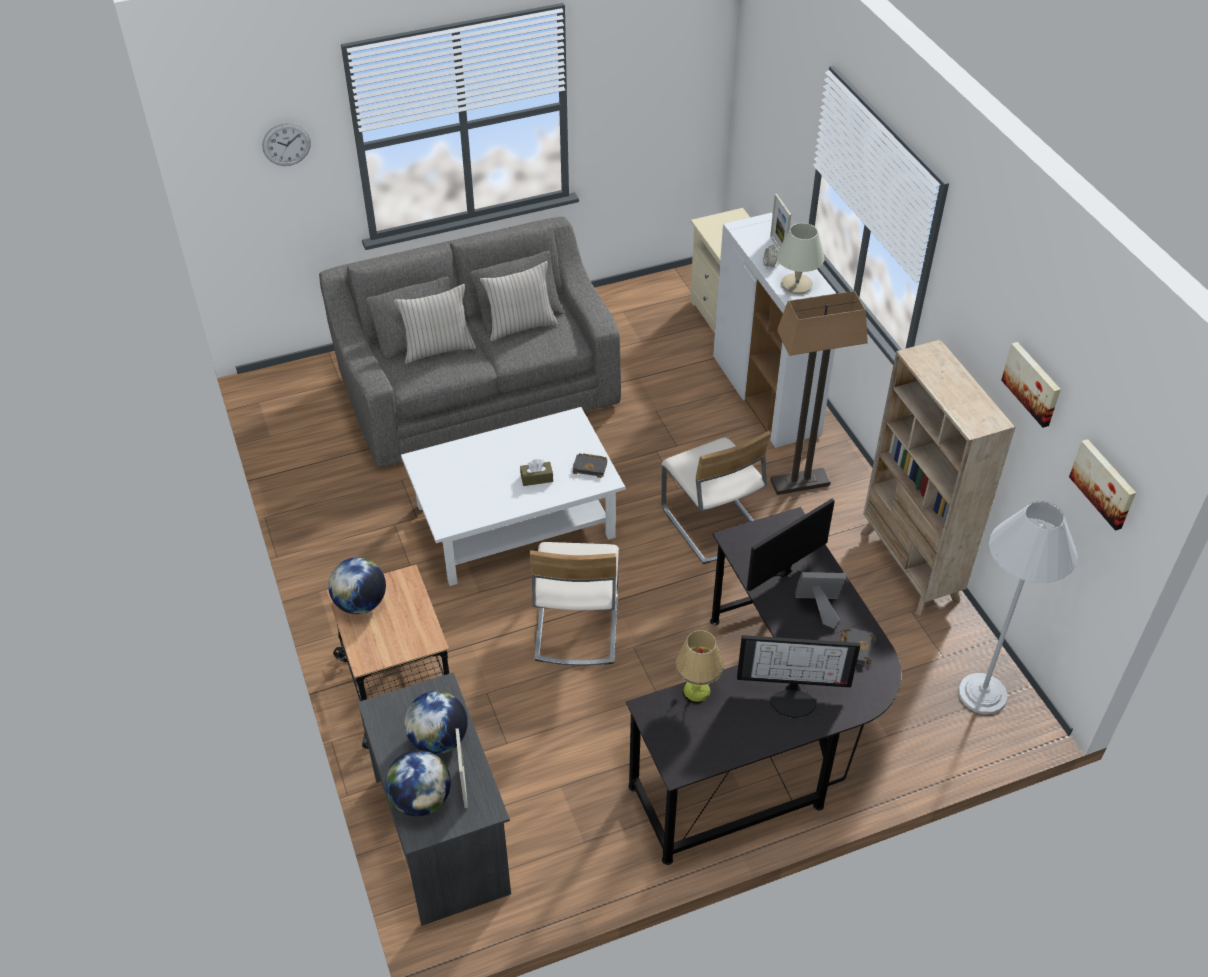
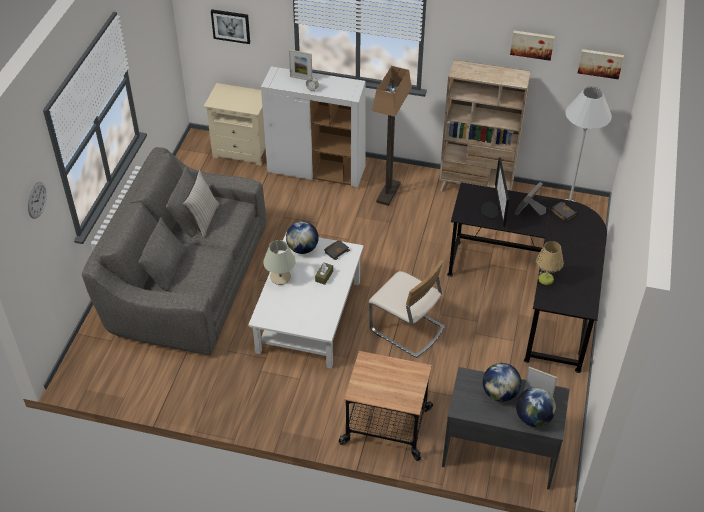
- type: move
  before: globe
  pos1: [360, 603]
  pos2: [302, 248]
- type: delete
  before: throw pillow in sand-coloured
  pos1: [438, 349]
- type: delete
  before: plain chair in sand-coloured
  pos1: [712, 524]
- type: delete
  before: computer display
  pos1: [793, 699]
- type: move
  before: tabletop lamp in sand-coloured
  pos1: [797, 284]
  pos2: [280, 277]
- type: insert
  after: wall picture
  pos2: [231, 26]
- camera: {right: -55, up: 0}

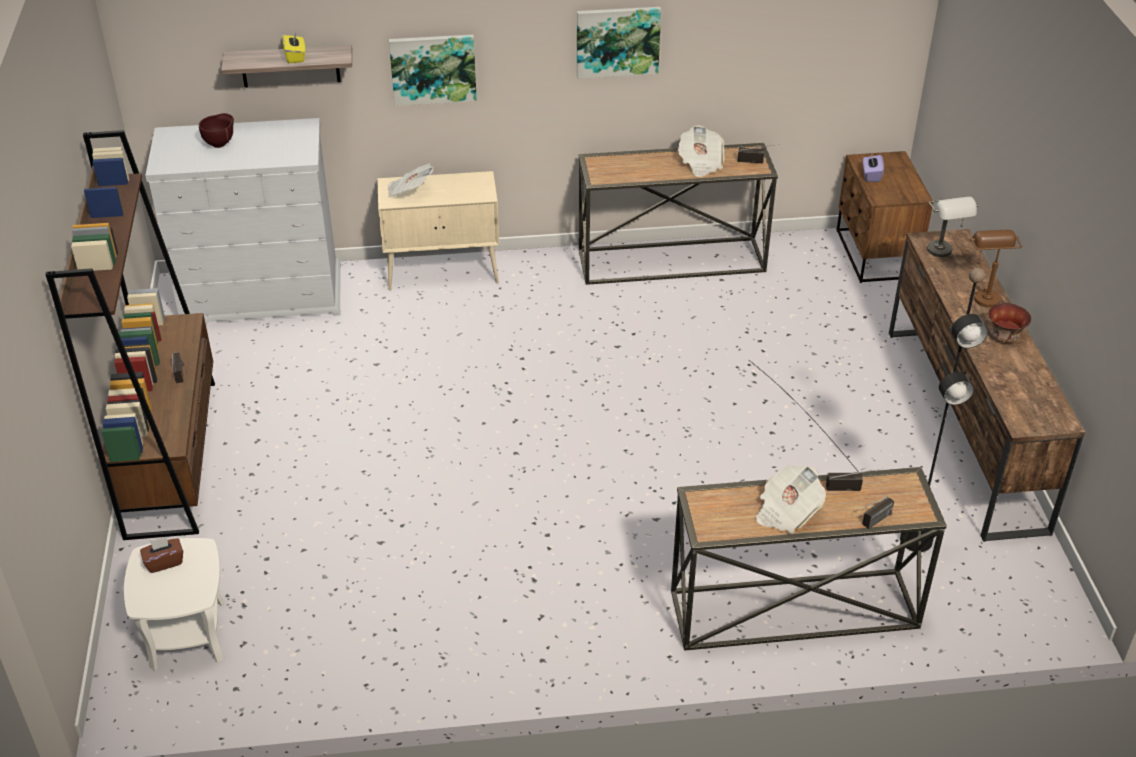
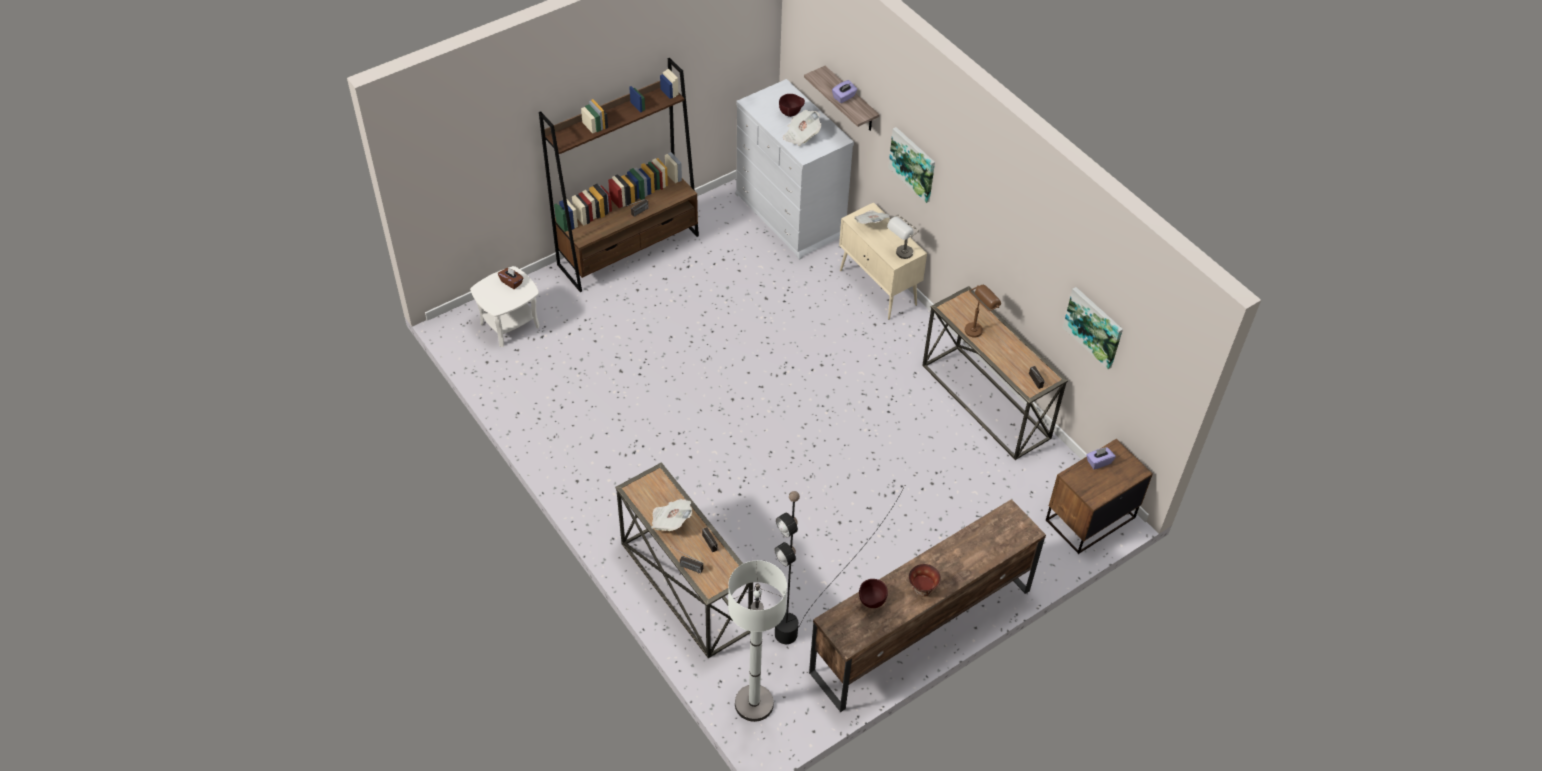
- type: recolor
  before: box of tissues in yellow-coloured
  after: box of tissues in purple-coloured
  pos1: [295, 57]
  pos2: [844, 97]
- type: move
  before: wall picture
  pos1: [617, 41]
  pos2: [1094, 327]
- type: move
  before: printed paper
  pos1: [700, 163]
  pos2: [801, 135]
- type: move
  before: tabletop lamp in gray
  pos1: [943, 254]
  pos2: [900, 256]
- type: move
  before: tabletop lamp in brownish
  pos1: [983, 294]
  pos2: [978, 327]
- type: insert
  after: standard lamp in whitish
  pos2: [754, 703]
- type: insert
  after: serving bowl in brownish
  pos2: [871, 603]
- camera: {right: 60, up: 10}

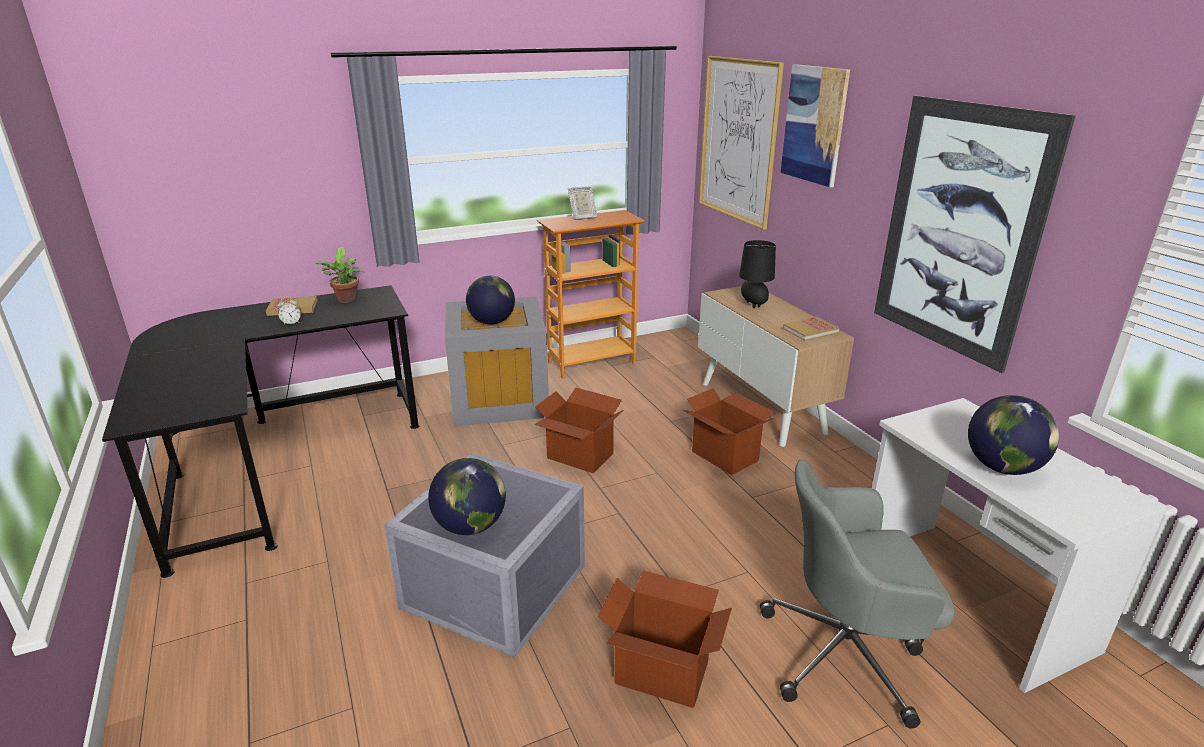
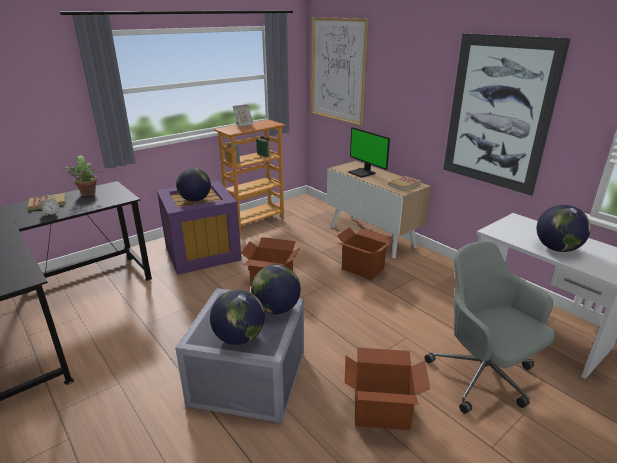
- type: recolor
  before: storage bin in gray
  after: storage bin in purple-coloured
  pos1: [498, 398]
  pos2: [201, 252]
- type: replace
  before: tabletop lamp in blackish
  after: computer display
  pos1: [753, 305]
  pos2: [363, 173]
- type: rotate
  before: office chair in gray
  pos1: [846, 654]
  pos2: [483, 377]
  turn: 75
- type: delete
  before: wall picture
  pos1: [814, 125]
- type: insert
  after: globe
  pos2: [276, 309]
- camera: {right: -15, up: 0}

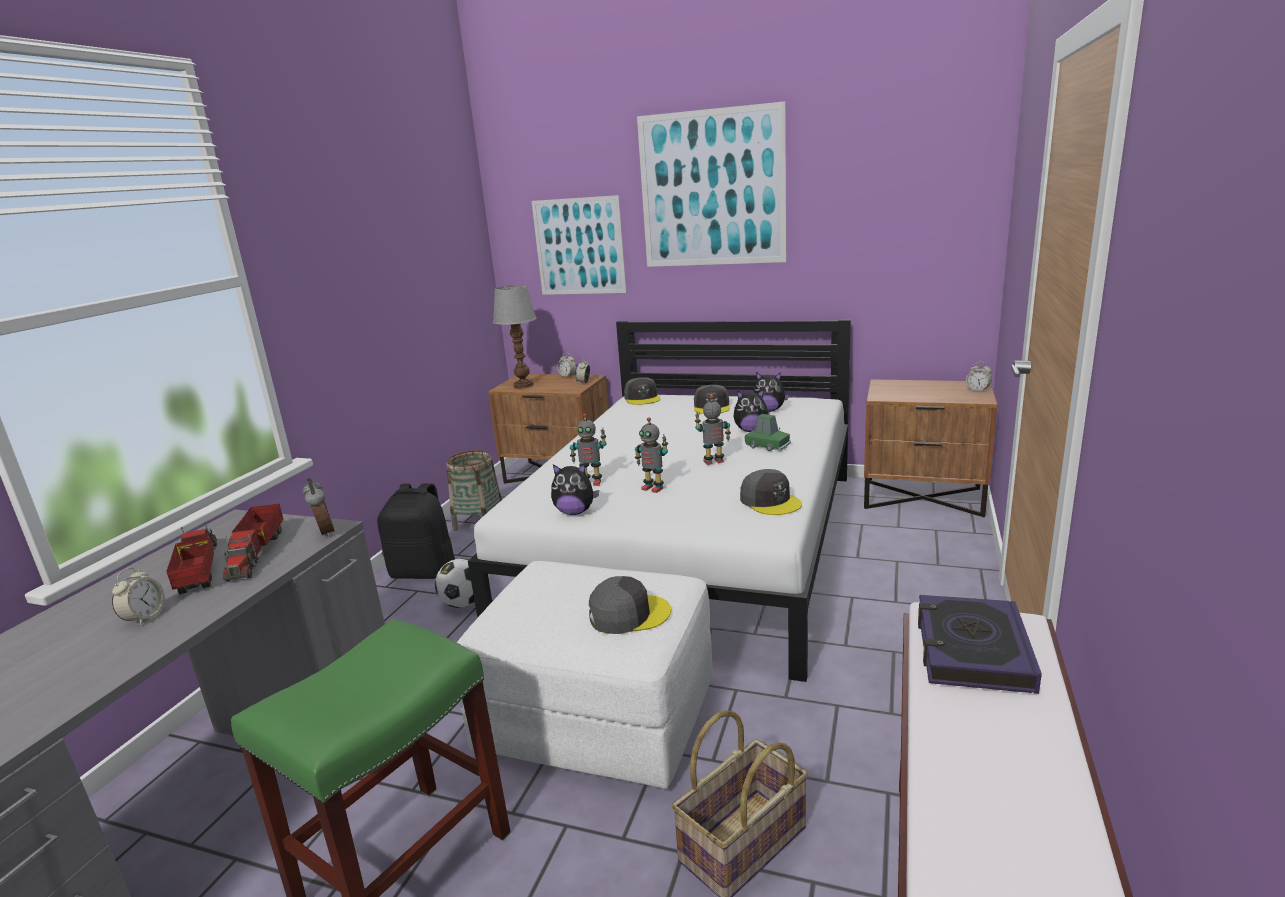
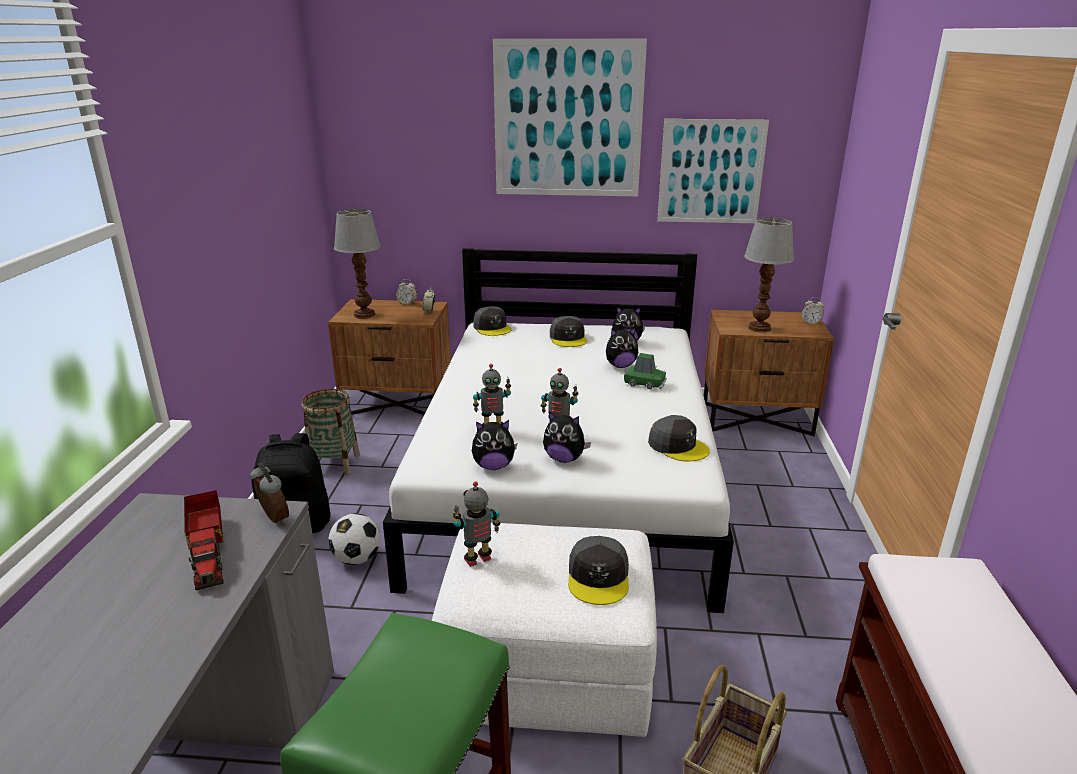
- type: delete
  before: bedside clock
  pos1: [145, 617]
- type: delete
  before: toy lorry
  pos1: [199, 570]
- type: move
  before: wall picture
  pos1: [579, 246]
  pos2: [711, 172]
- type: rotate
  before: baseball cap in gray
  pos1: [628, 614]
  pos2: [598, 577]
  turn: 120
- type: move
  before: robot figure
  pos1: [714, 462]
  pos2: [478, 560]
- type: delete
  before: volume
  pos1: [972, 650]
- type: insert
  after: plush toy
  pos2: [564, 459]
- type: insert
  after: tabletop lamp
  pos2: [758, 328]
- camera: {right: -15, up: 5}

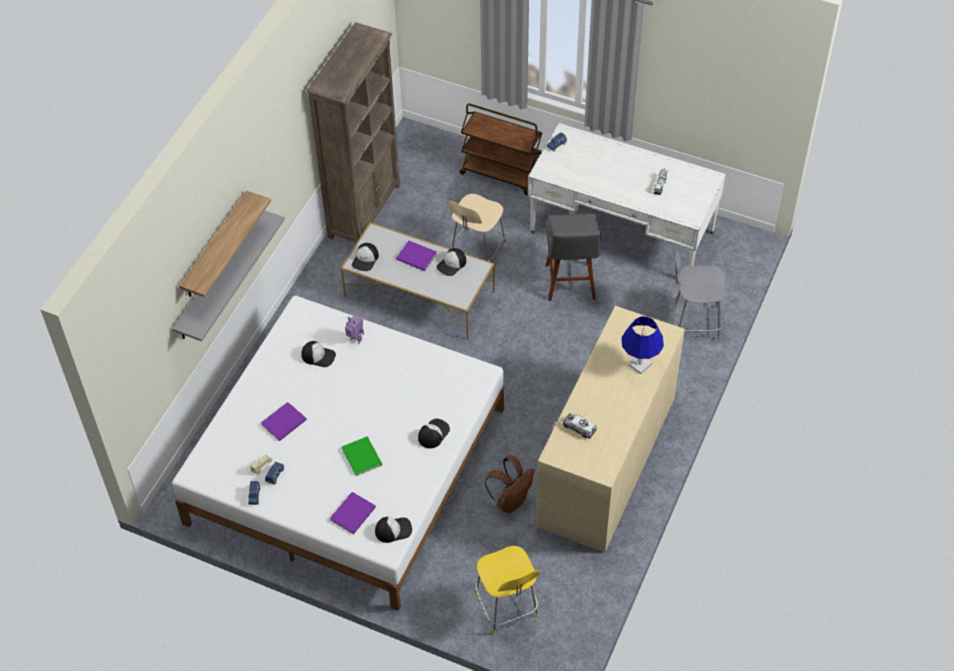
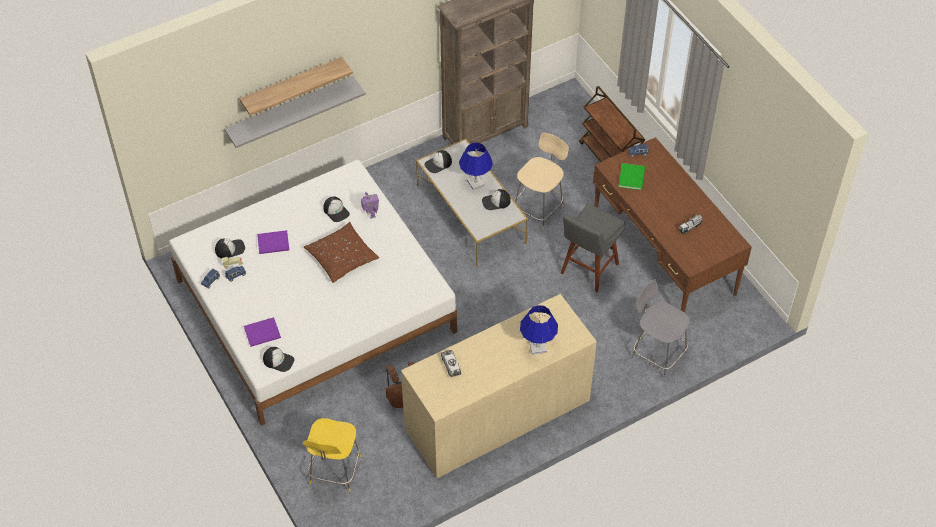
- type: move
  before: volume in greenish
  pos1: [362, 455]
  pos2: [632, 176]
- type: replace
  before: volume in purple-coloured
  after: tabletop lamp in blue
  pos1: [417, 258]
  pos2: [475, 183]
- type: move
  before: baseball cap
  pos1: [433, 433]
  pos2: [230, 249]
- type: rotate
  before: plain chair in sand-coloured
  pos1: [477, 253]
  pos2: [539, 208]
  turn: 150
- type: recolor
  before: desk table in whitish
  after: desk table in brownish
  pos1: [621, 232]
  pos2: [663, 254]
- type: insert
  after: throw pillow in brownish
  pos2: [342, 257]
- camera: {right: 35, up: 0}

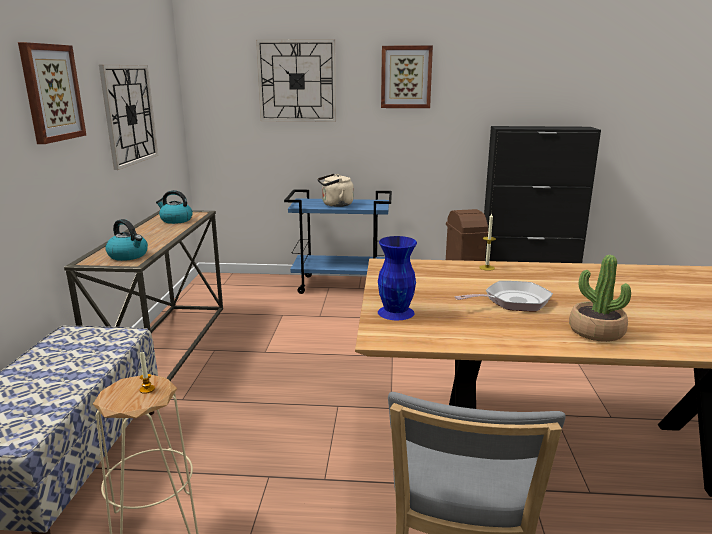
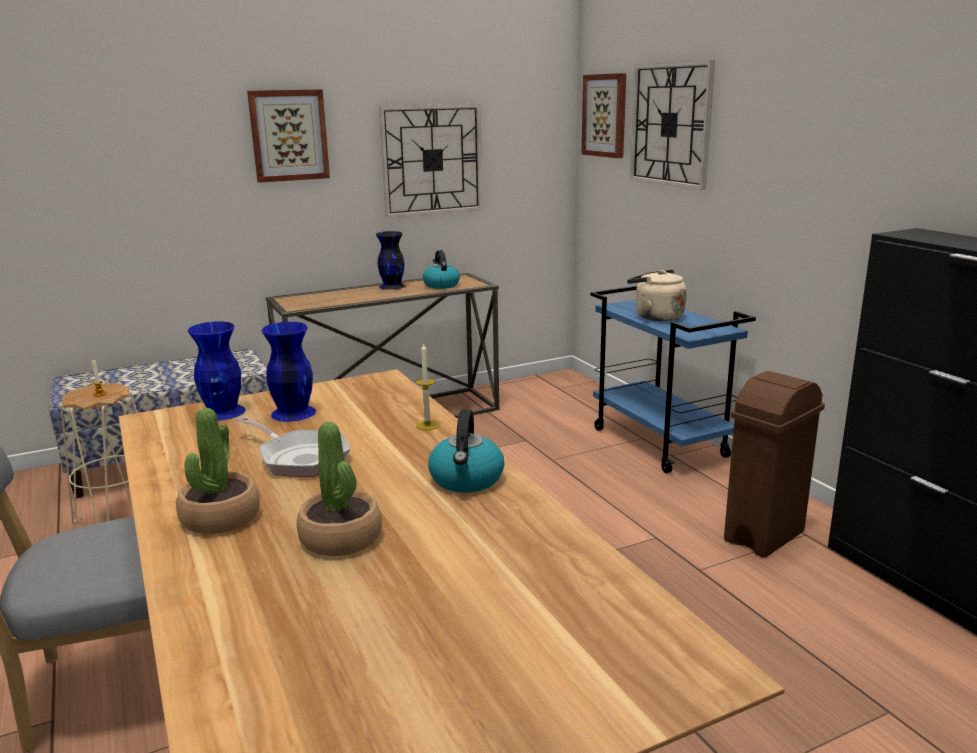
- type: move
  before: water kettle
  pos1: [129, 256]
  pos2: [467, 480]
- type: move
  before: wall picture
  pos1: [406, 77]
  pos2: [605, 115]
- type: insert
  after: vase in blue
  pos2: [292, 413]
- type: insert
  after: plant in a pot
  pos2: [341, 538]
- type: insert
  after: vase in blackish
  pos2: [392, 286]
- camera: {right: 60, up: 0}

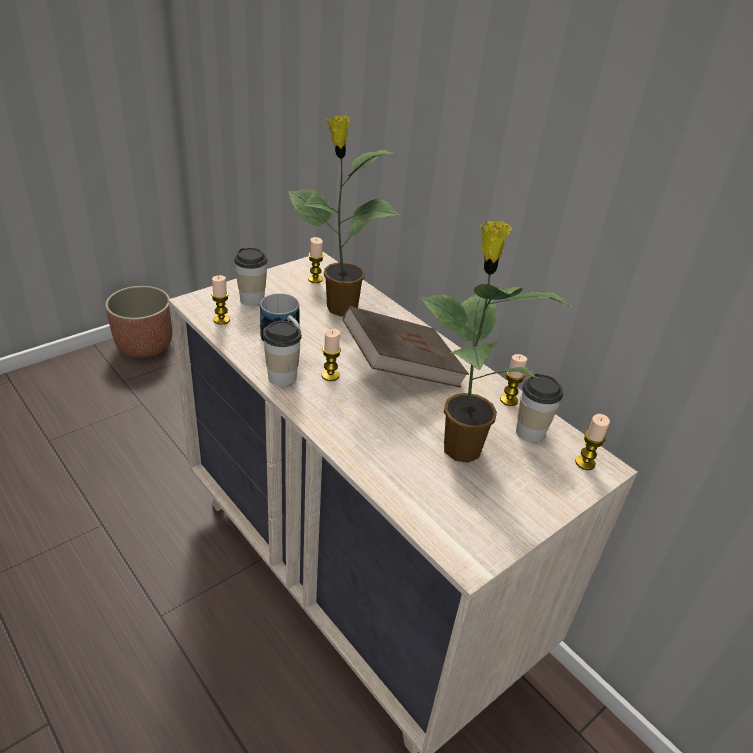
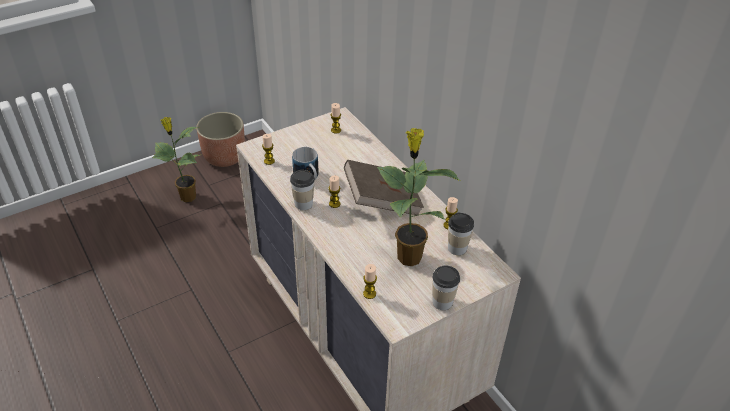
- type: move
  before: small cup
  pos1: [252, 299]
  pos2: [442, 302]
- type: move
  before: plant in a pot
  pos1: [339, 308]
  pos2: [187, 197]
- type: move
  before: candle
  pos1: [585, 463]
  pos2: [369, 294]
- camera: {right: 10, up: 5}

